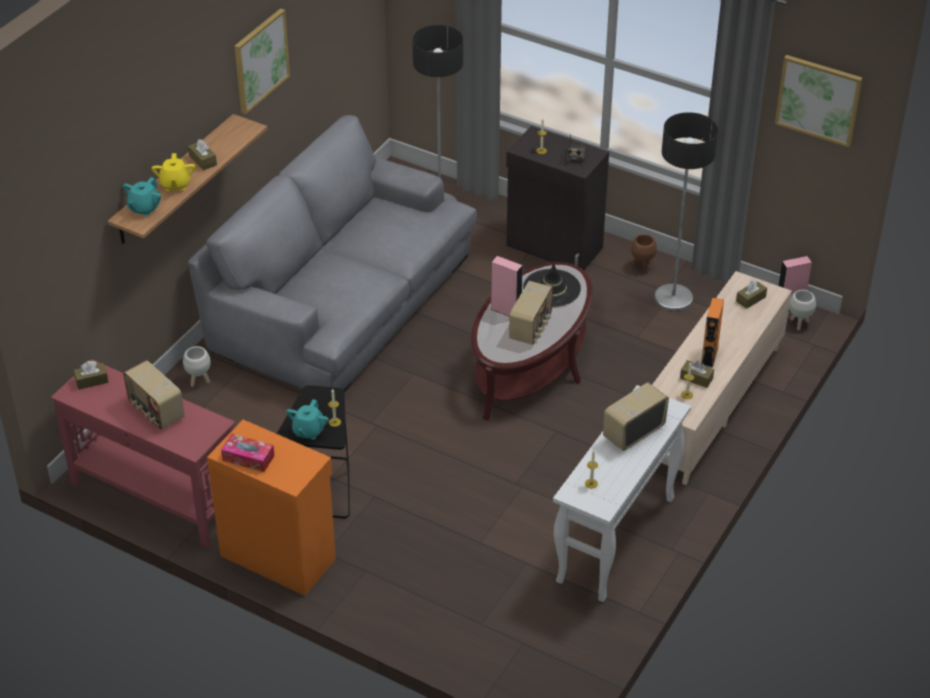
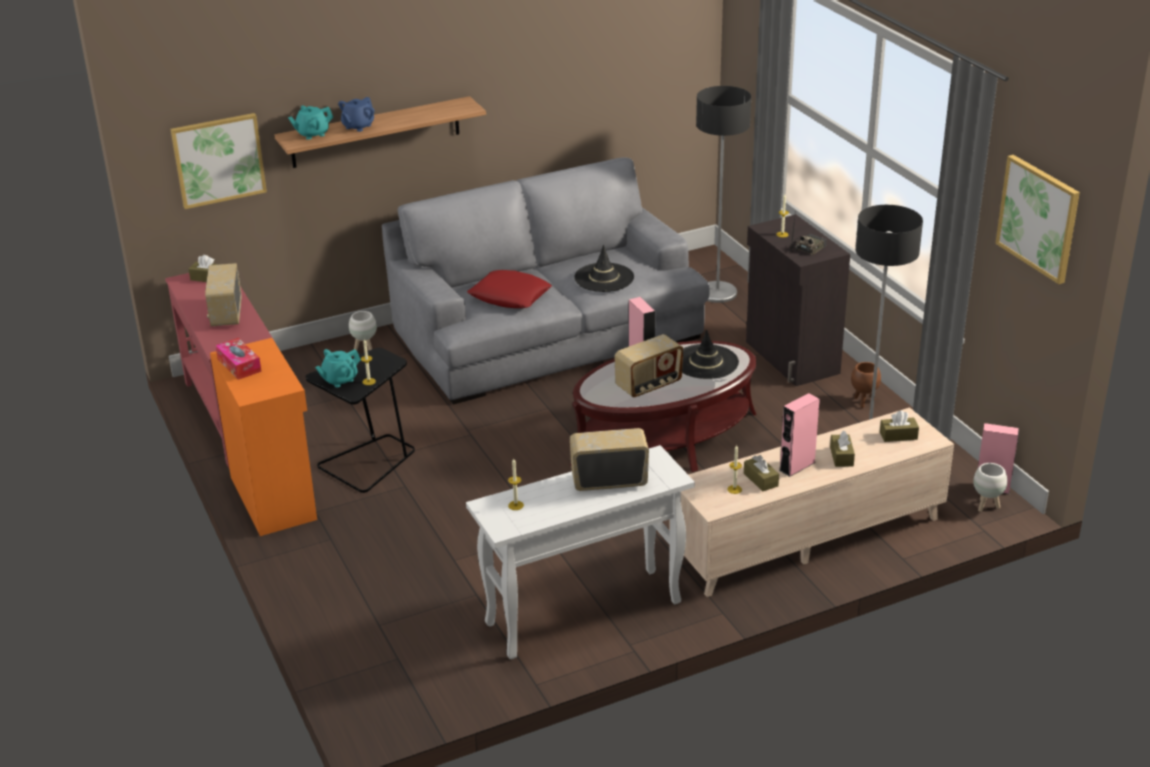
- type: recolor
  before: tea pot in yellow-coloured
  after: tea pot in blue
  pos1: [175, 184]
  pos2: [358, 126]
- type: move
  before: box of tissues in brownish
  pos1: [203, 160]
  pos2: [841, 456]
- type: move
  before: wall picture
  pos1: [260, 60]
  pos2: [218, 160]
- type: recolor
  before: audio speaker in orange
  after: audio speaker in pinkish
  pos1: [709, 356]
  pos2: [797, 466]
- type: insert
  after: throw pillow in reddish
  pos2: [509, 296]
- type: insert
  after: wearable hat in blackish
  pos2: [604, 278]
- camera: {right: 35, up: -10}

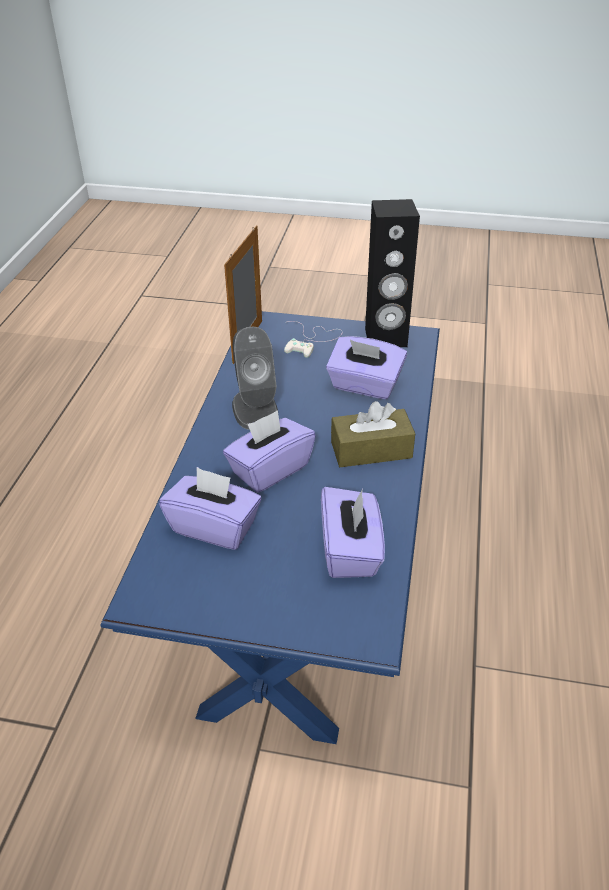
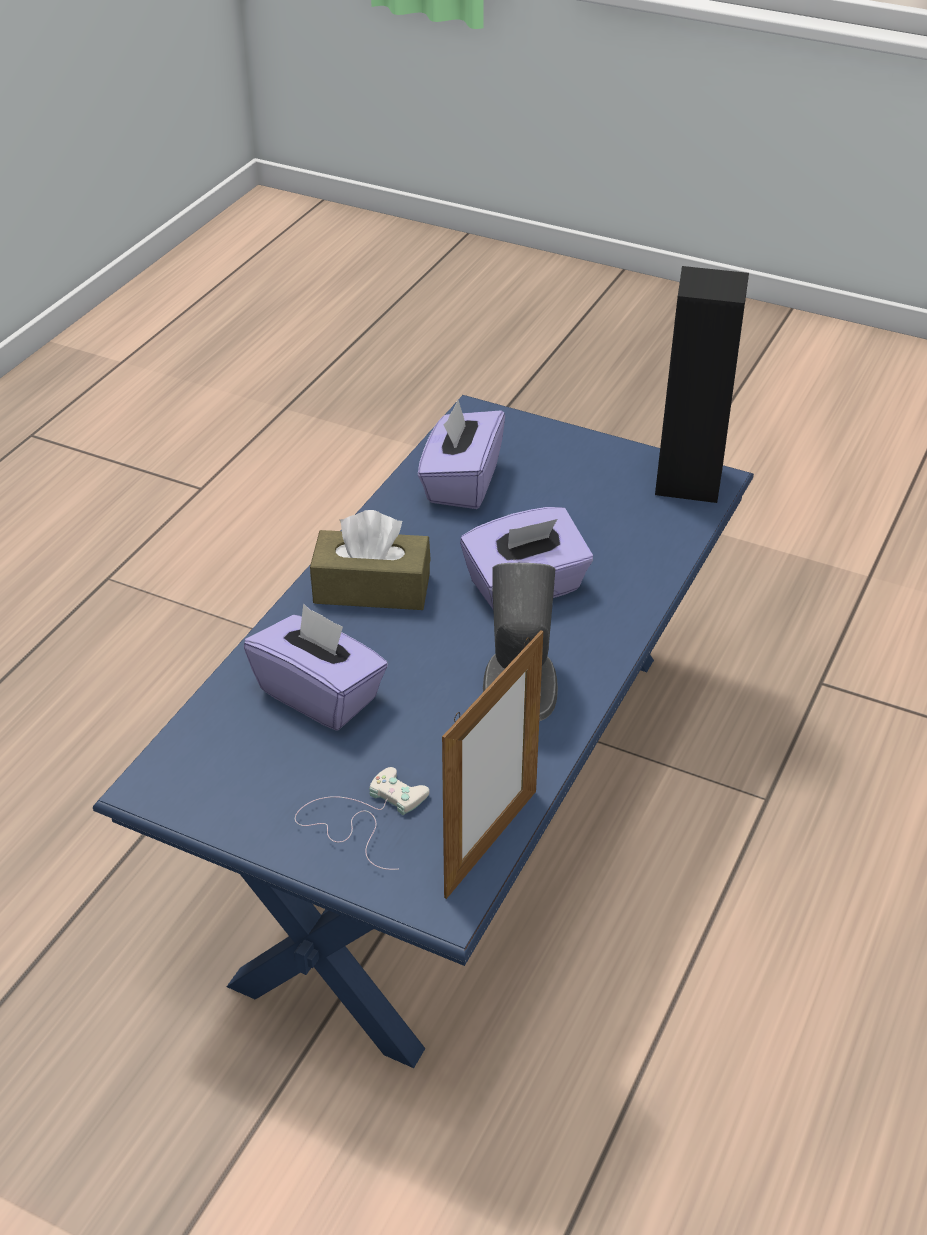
- type: delete
  before: box of tissues in purple-coloured
  pos1: [214, 527]
- type: move
  before: audio speaker in blackish
  pos1: [386, 338]
  pos2: [689, 481]
- camera: {right: -165, up: 0}

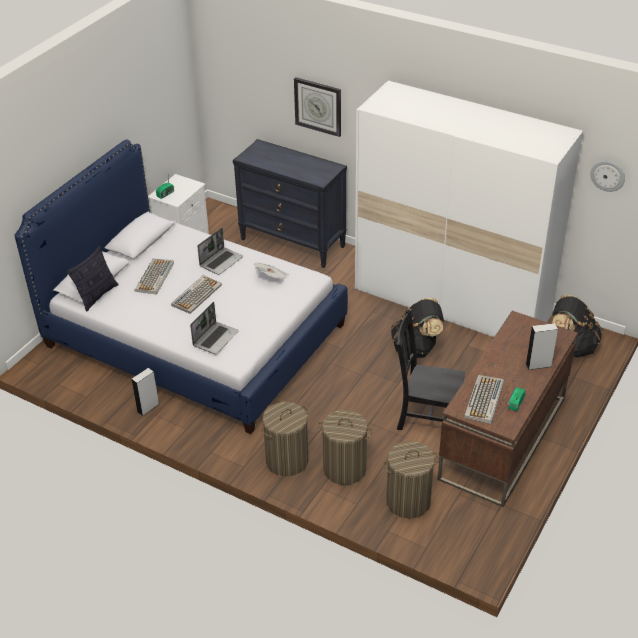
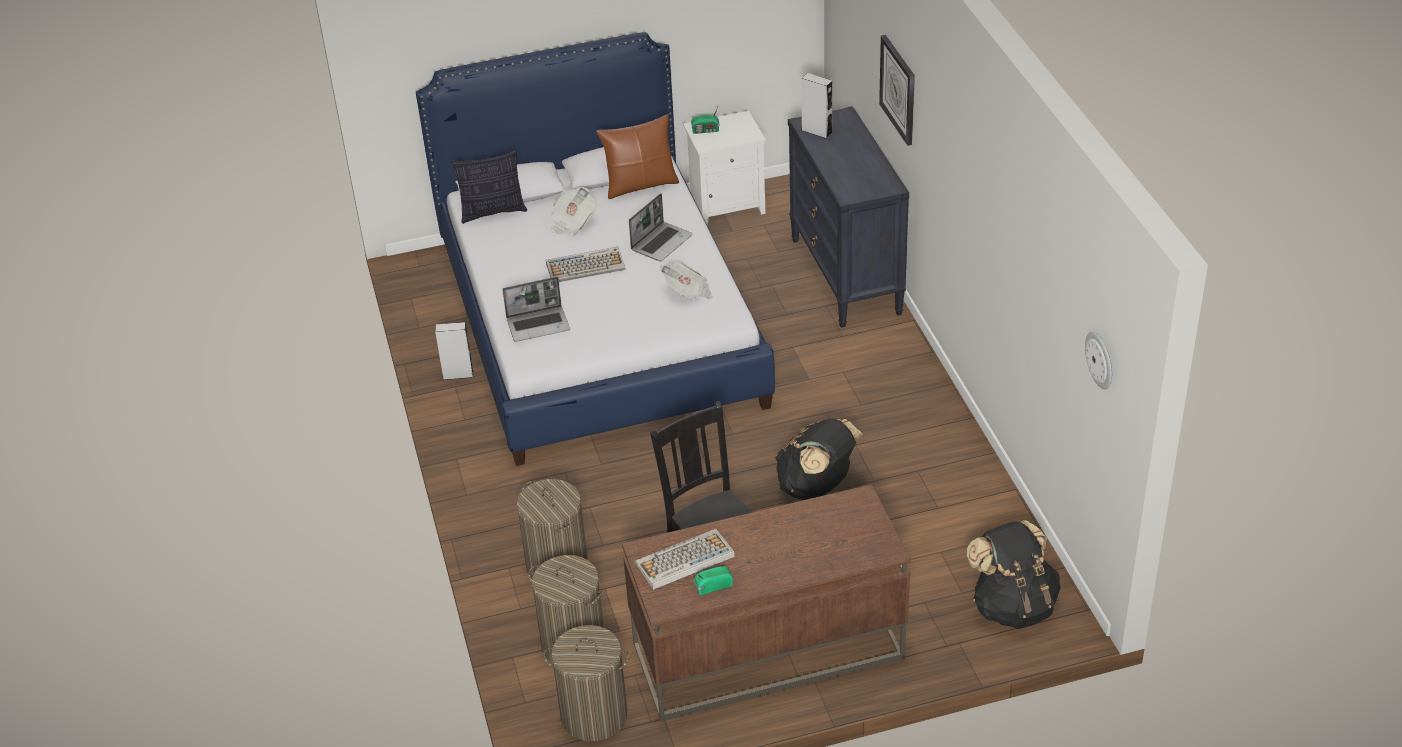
- type: replace
  before: computer keyboard
  after: printed paper
  pos1: [154, 277]
  pos2: [572, 223]
- type: rotate
  before: notebook computer
  pos1: [221, 261]
  pos2: [661, 242]
  turn: -45
- type: move
  before: hamper
  pos1: [287, 461]
  pos2: [594, 715]
- type: delete
  before: wardrobe in whitish
  pos1: [452, 302]
- type: move
  before: audio speaker in gray
  pos1: [538, 365]
  pos2: [817, 131]
- type: insert
  after: throw pillow in brownish
  pos2: [640, 185]
- camera: {right: 45, up: 0}

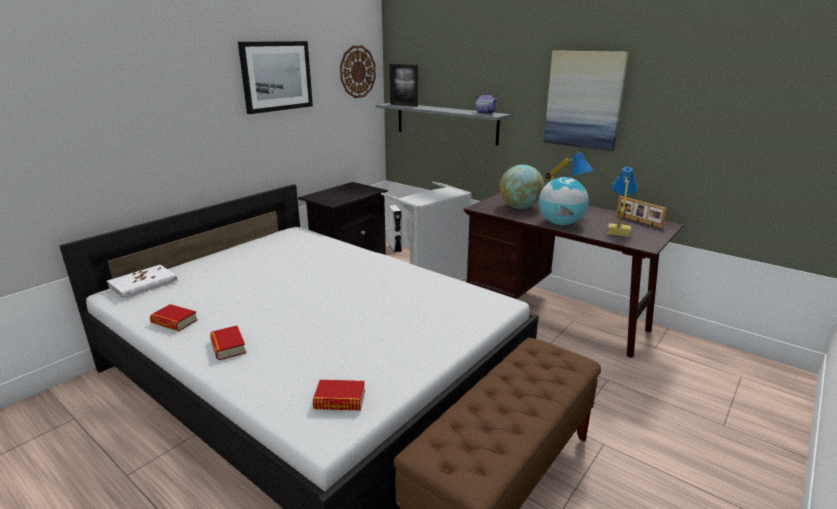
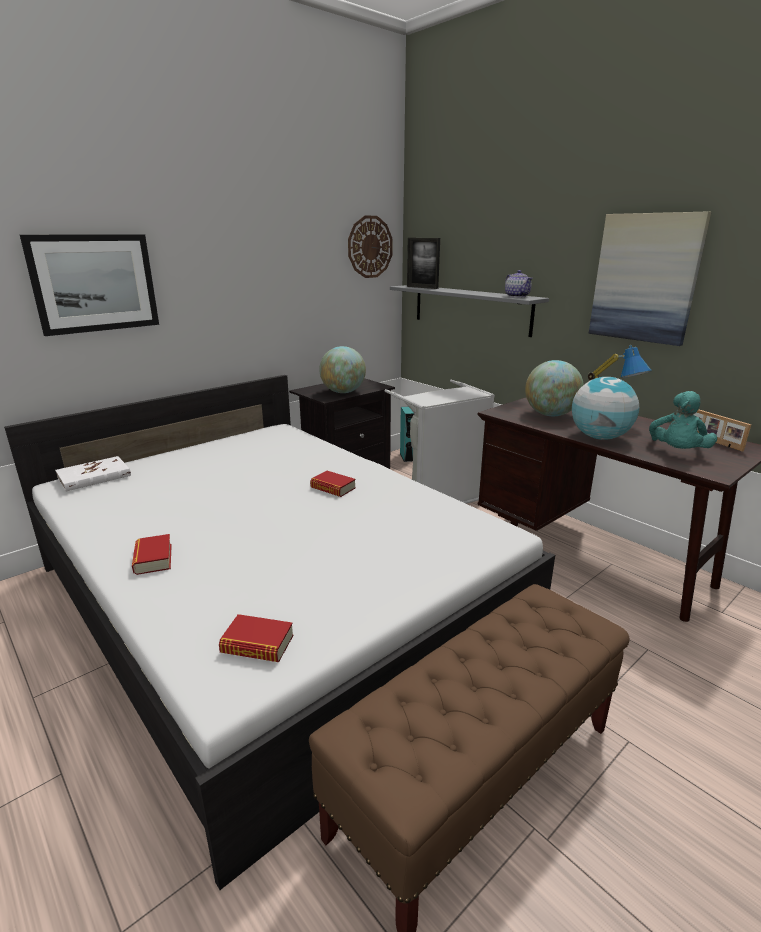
- type: move
  before: volume
  pos1: [174, 322]
  pos2: [333, 488]
- type: move
  before: wall picture
  pos1: [276, 76]
  pos2: [94, 283]
- type: recolor
  before: audio speaker in whitish
  after: audio speaker in turquoise-coloured
  pos1: [395, 248]
  pos2: [406, 457]
- type: replace
  before: tabletop lamp
  after: plush toy in turquoise-coloured
  pos1: [617, 231]
  pos2: [677, 452]
- type: insert
  after: globe
  pos2: [343, 392]
- camera: {right: 10, up: 0}

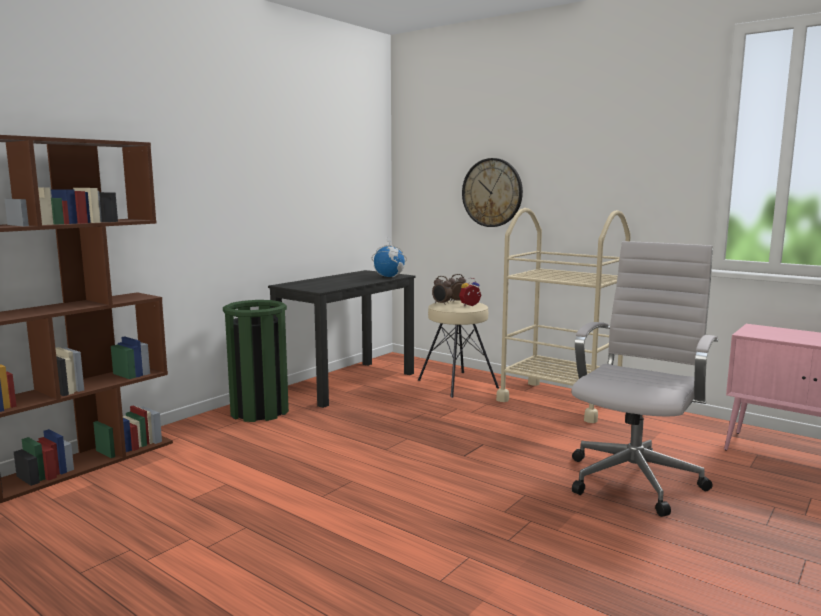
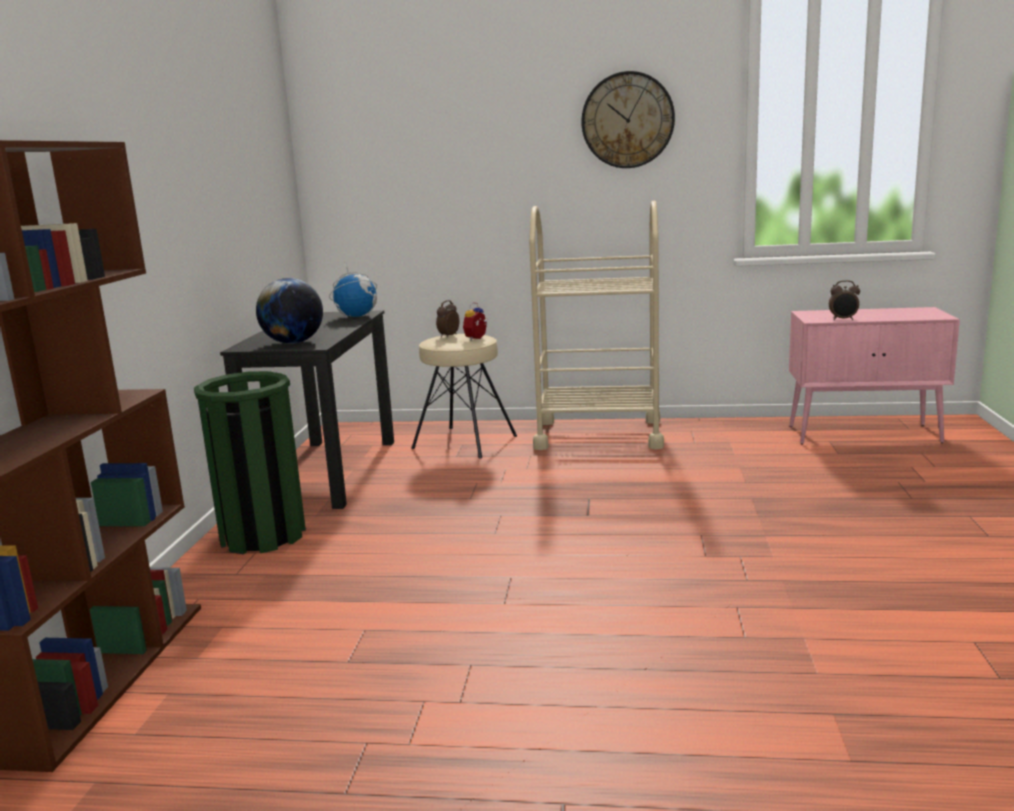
- type: move
  before: bedside clock
  pos1: [441, 303]
  pos2: [843, 319]
- type: move
  before: hanging clock
  pos1: [492, 192]
  pos2: [627, 120]
- type: delete
  before: office chair in whitish
  pos1: [635, 479]
- type: insert
  after: globe
  pos2: [293, 343]
- camera: {right: -30, up: 5}

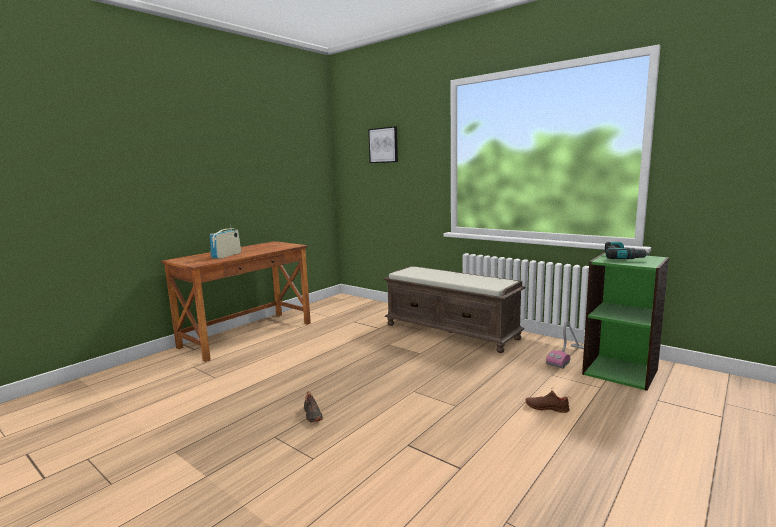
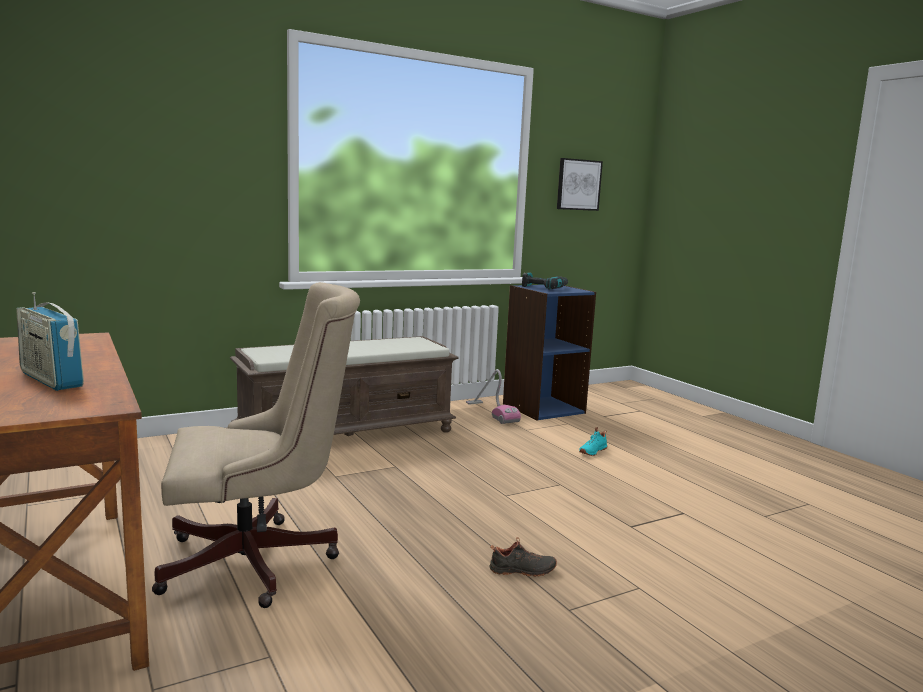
- type: move
  before: wall picture
  pos1: [383, 145]
  pos2: [578, 184]
- type: recolor
  before: shoe in brownish
  after: shoe in turquoise-coloured
  pos1: [547, 408]
  pos2: [592, 451]
- type: recolor
  before: bookcase in greenish
  after: bookcase in blue
  pos1: [620, 371]
  pos2: [543, 408]
- type: insert
  after: office chair in sand-coloured
  pos2: [259, 562]
- camera: {right: -70, up: 0}

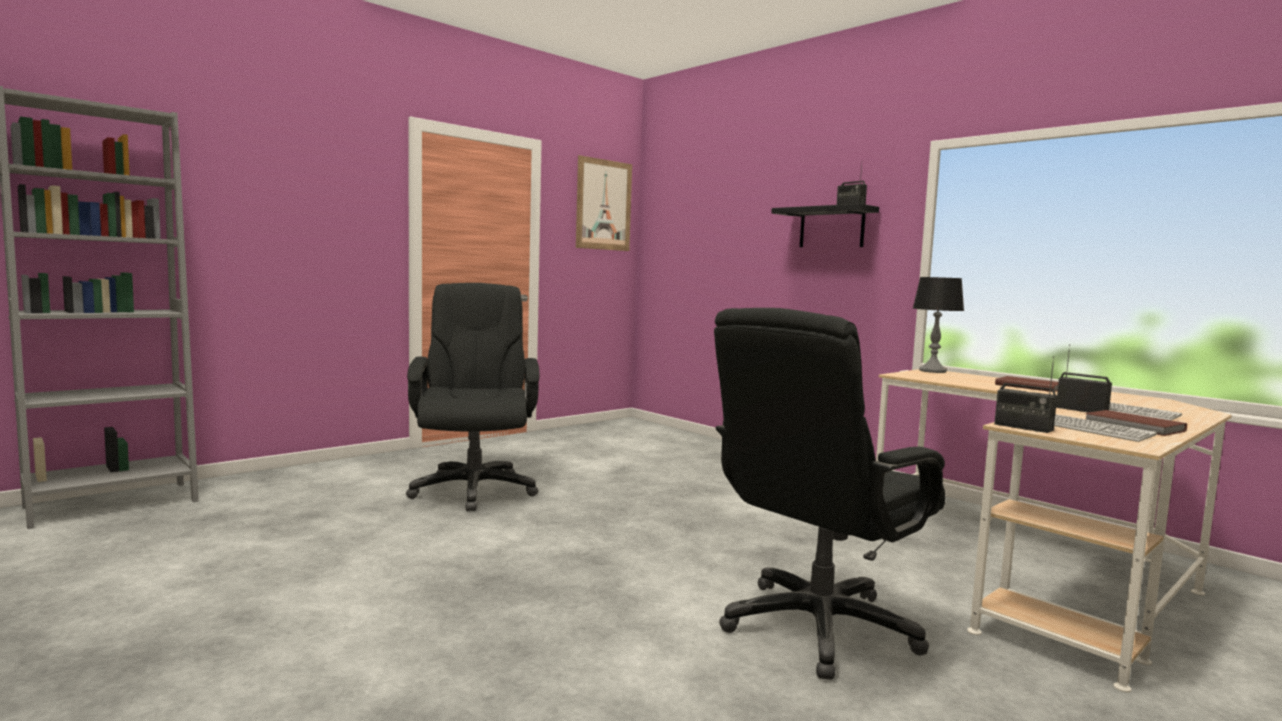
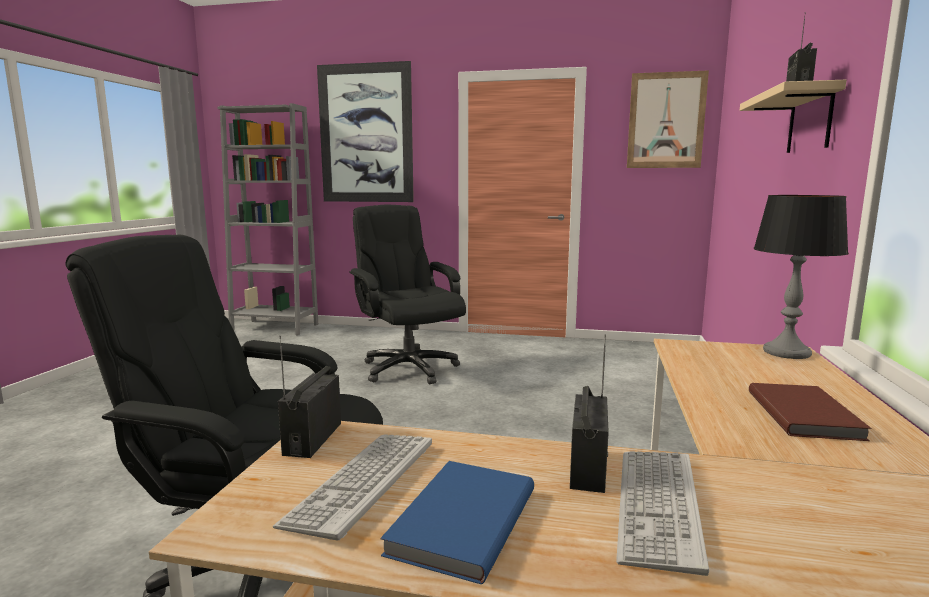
- type: rotate
  before: office chair in blackish
  pos1: [473, 490]
  pos2: [408, 368]
  turn: -75
- type: recolor
  before: wall shelf in blackish
  after: wall shelf in sand-coloured
  pos1: [831, 228]
  pos2: [810, 121]
- type: recolor
  before: volume in brownish
  after: volume in blue
  pos1: [1134, 426]
  pos2: [459, 522]
- type: insert
  after: wall picture
  pos2: [366, 134]
- camera: {right: 55, up: 5}

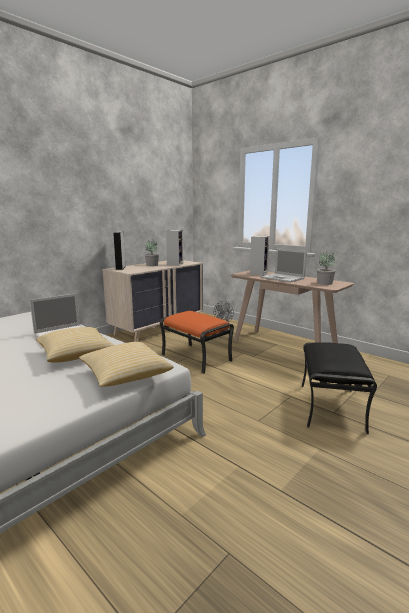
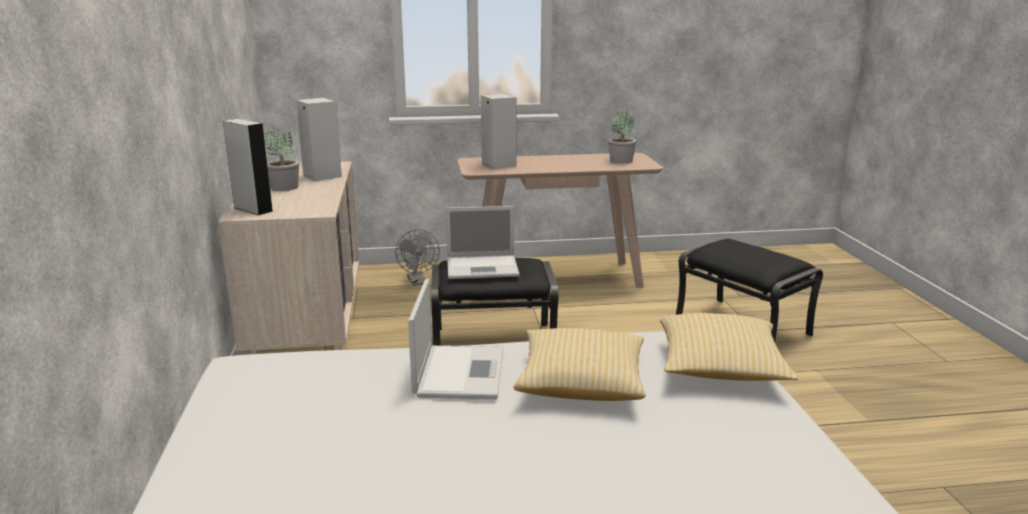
- type: recolor
  before: footrest in orange
  after: footrest in blackish
  pos1: [197, 358]
  pos2: [494, 342]
- type: move
  before: notebook computer
  pos1: [283, 278]
  pos2: [483, 267]
- camera: {right: -50, up: 5}

